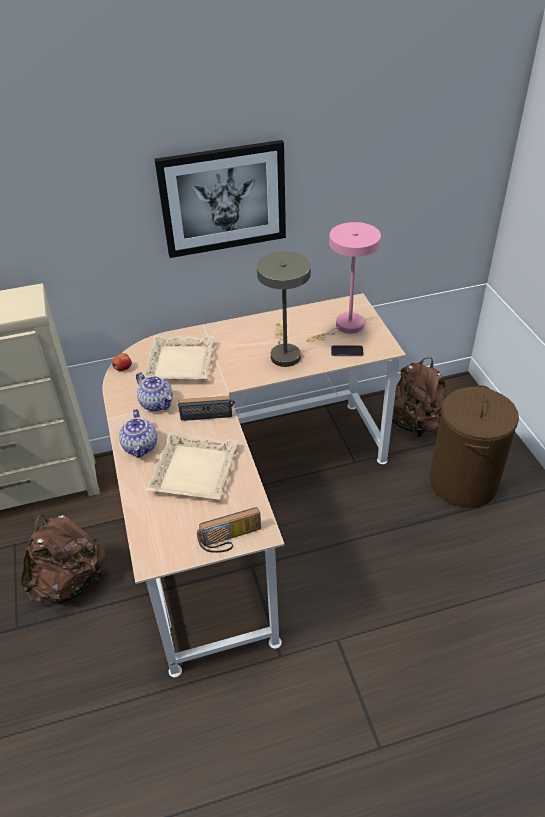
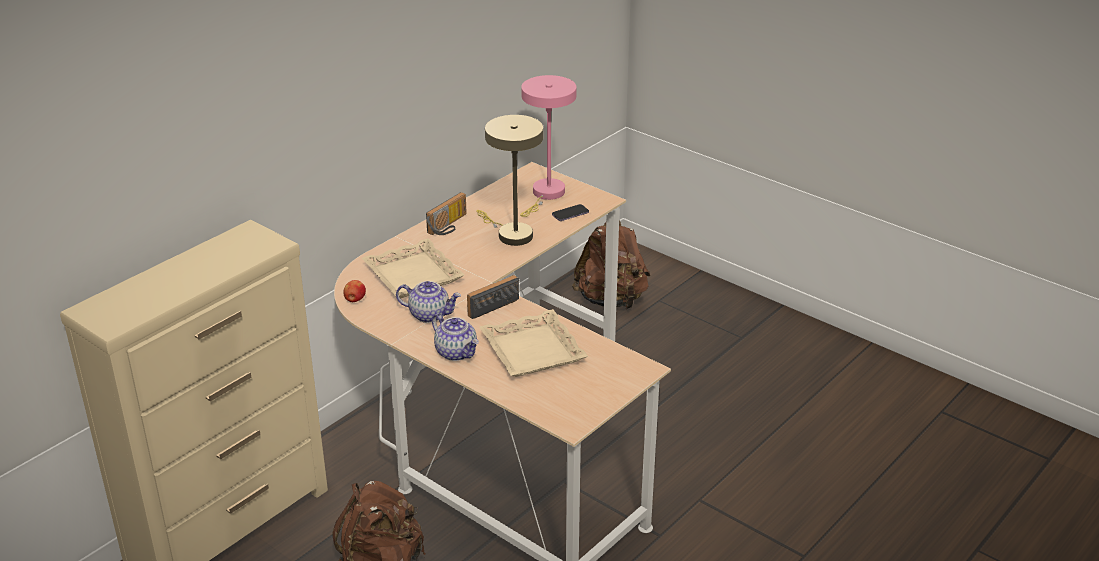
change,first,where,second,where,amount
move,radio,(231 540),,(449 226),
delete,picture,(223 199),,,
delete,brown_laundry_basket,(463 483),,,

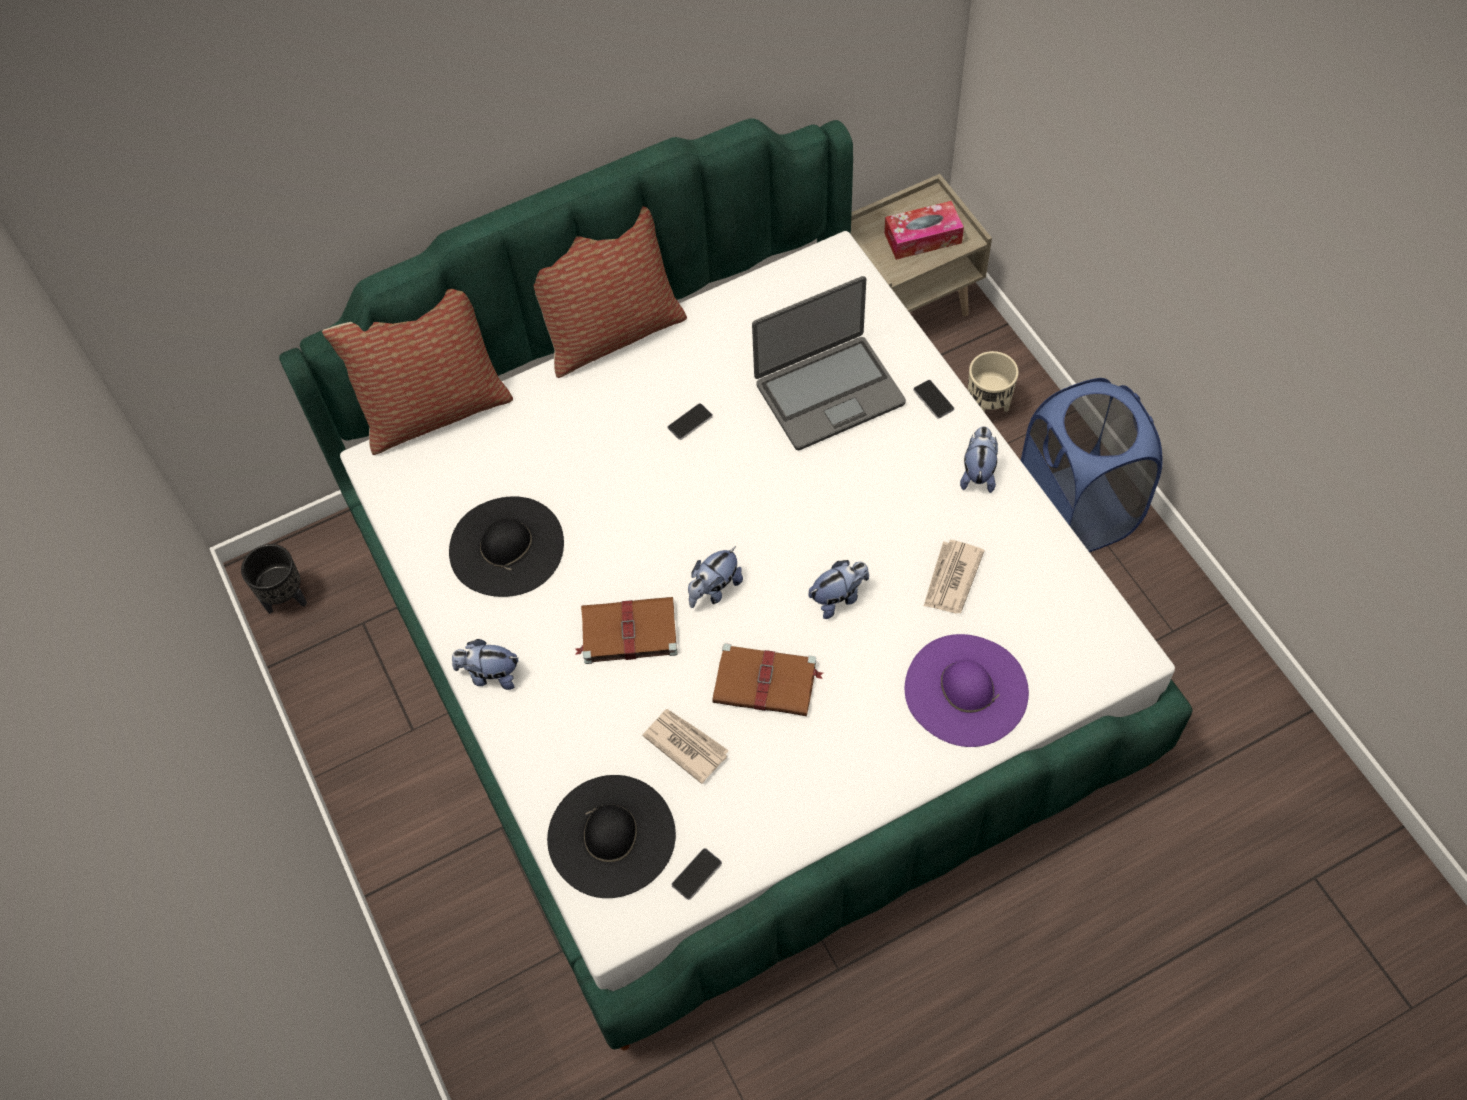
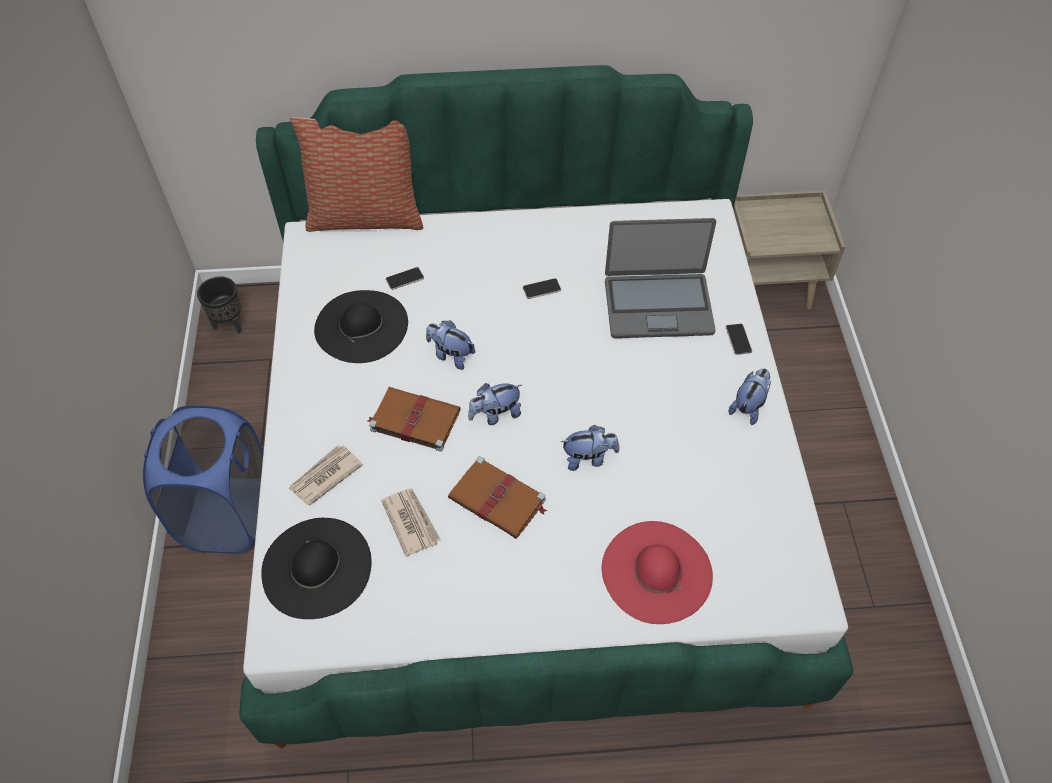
change,first,where,second,where,amount
move,blue_laundry_basket,(1076 511),,(229 515),
move,newspaper,(951 579),,(324 476),
move,phone,(696 874),,(405 279),
move,plush_toy,(490 675),,(451 355),
recolor,purple_hat,(966 690),red_hat,(656 571),
delete,pillow,(611 331),,,
delete,tissue_box,(922 238),,,
delete,beige_planter,(986 409),,,

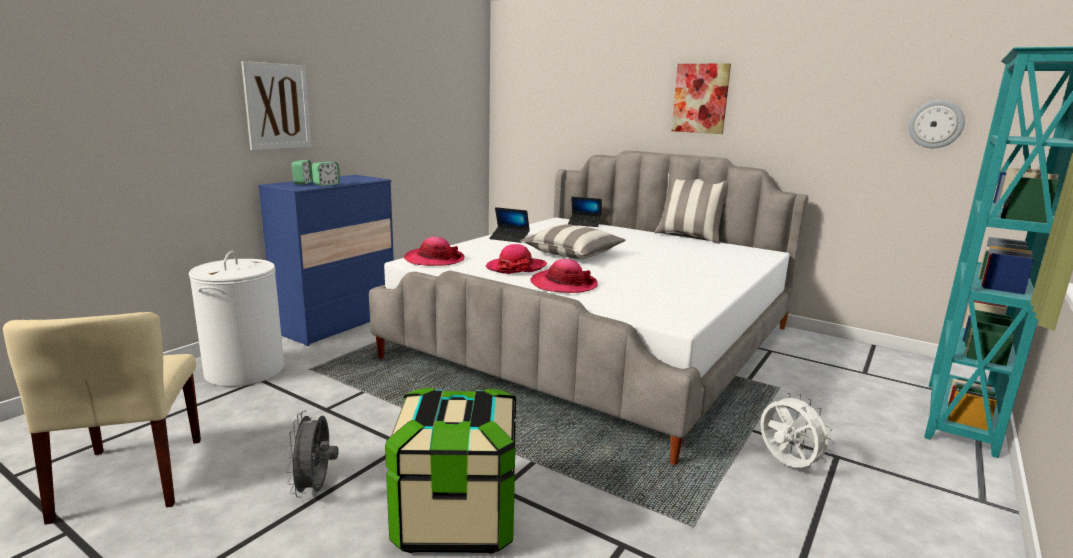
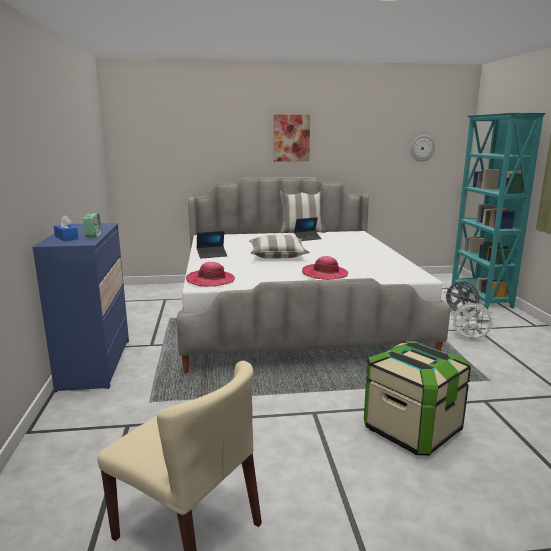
change,first,where,second,where,amount
replace,alarm_clock,(303 183),blue_tissue_box,(66 238),
move,laptop,(584 224),,(307 238),
move,grey_fan,(315 489),,(460 314),
delete,white_laundry_basket,(244 370),,,
delete,picture,(277 106),,,
delete,hat,(516 268),,,

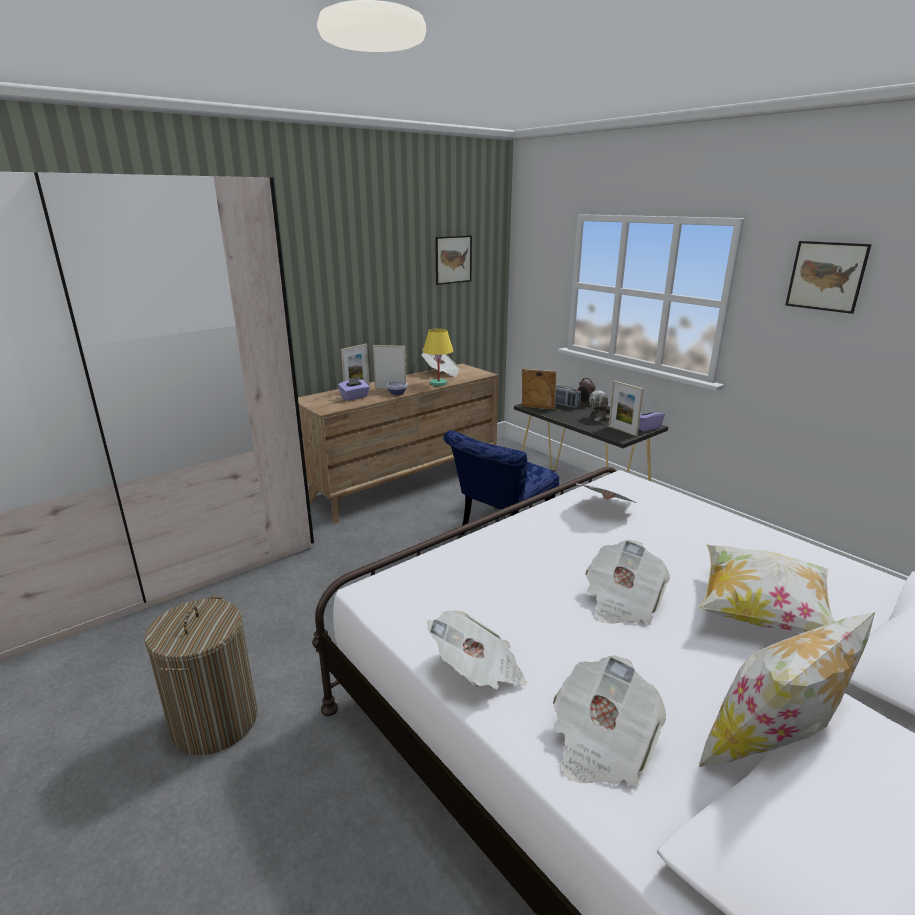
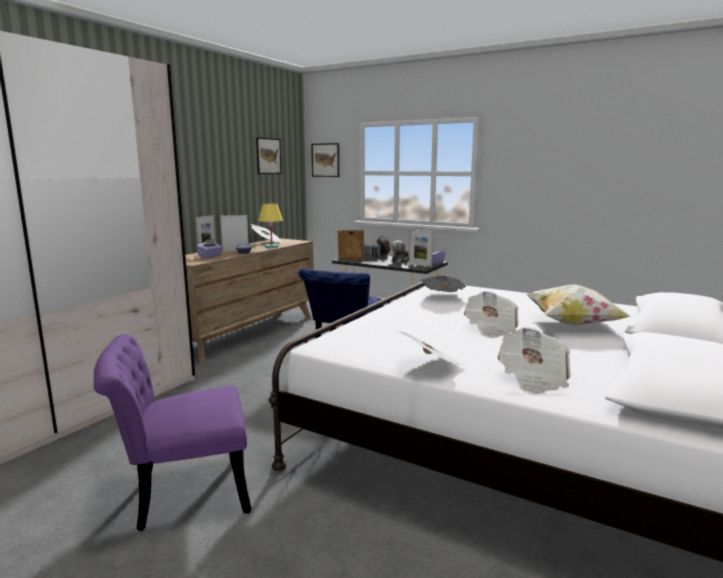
change,first,where,second,where,amount
replace,laundry_basket,(215 721),purple_chair,(181 493),
move,picture,(826 276),,(325 160),
delete,pillow,(769 746),,,

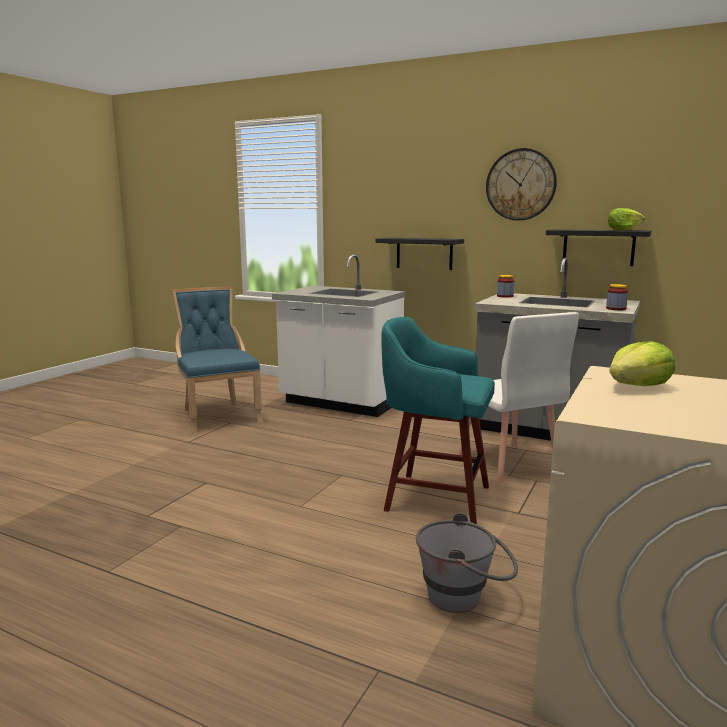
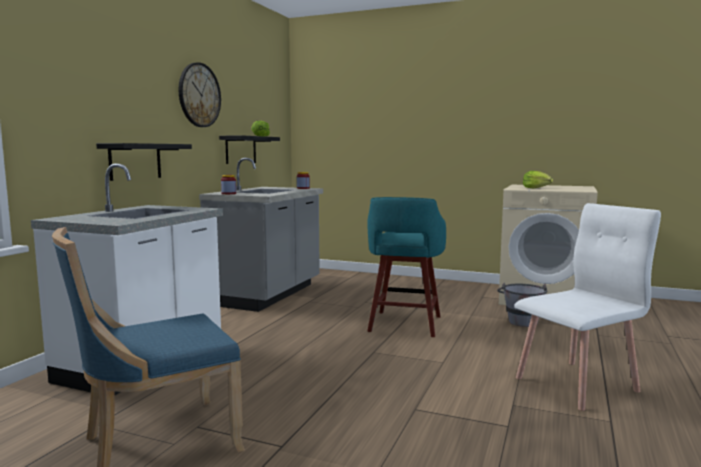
change,first,where,second,where,amount
move,white_chair,(507 462),,(577 384),

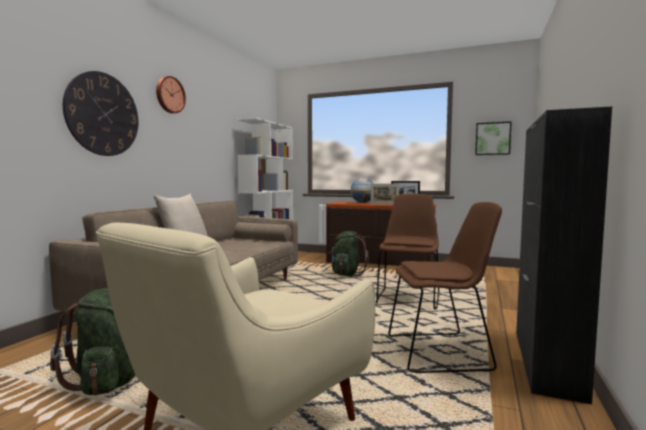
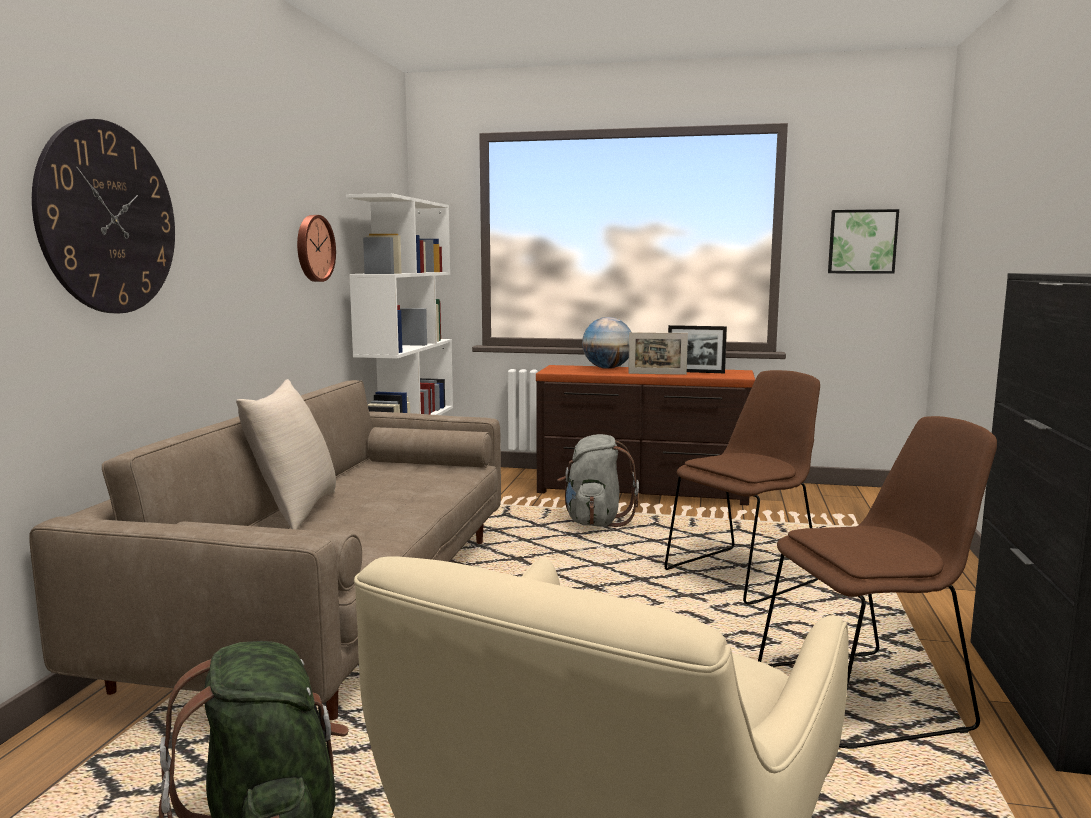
change,first,where,second,where,amount
move,wall_clock,(169 95),,(313 248),
recolor,green_backpack,(346 274),grey_backpack,(595 521),
rotate,brown_chair,(408 298),,(744 574),45 degrees clockwise

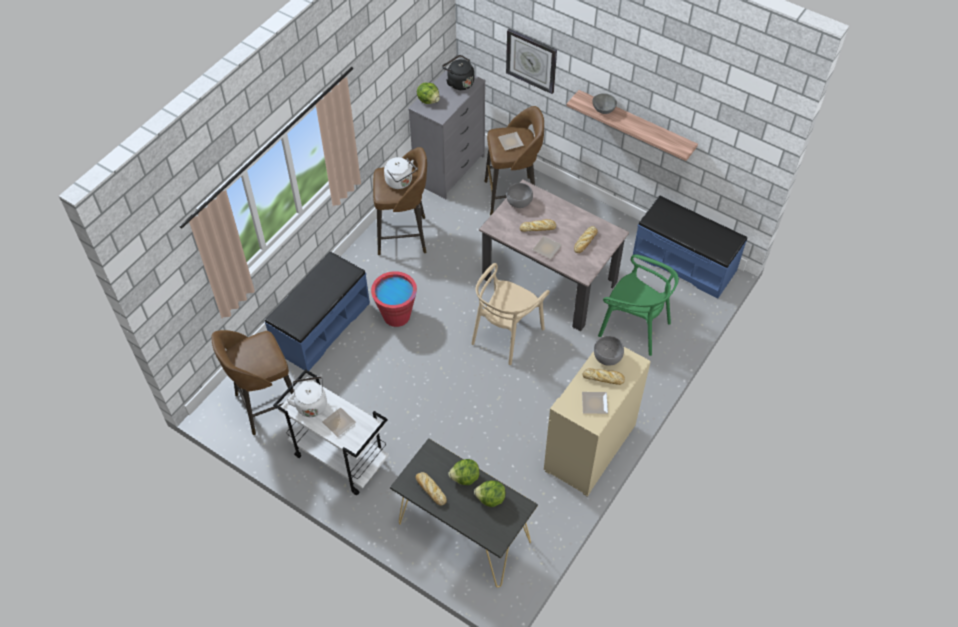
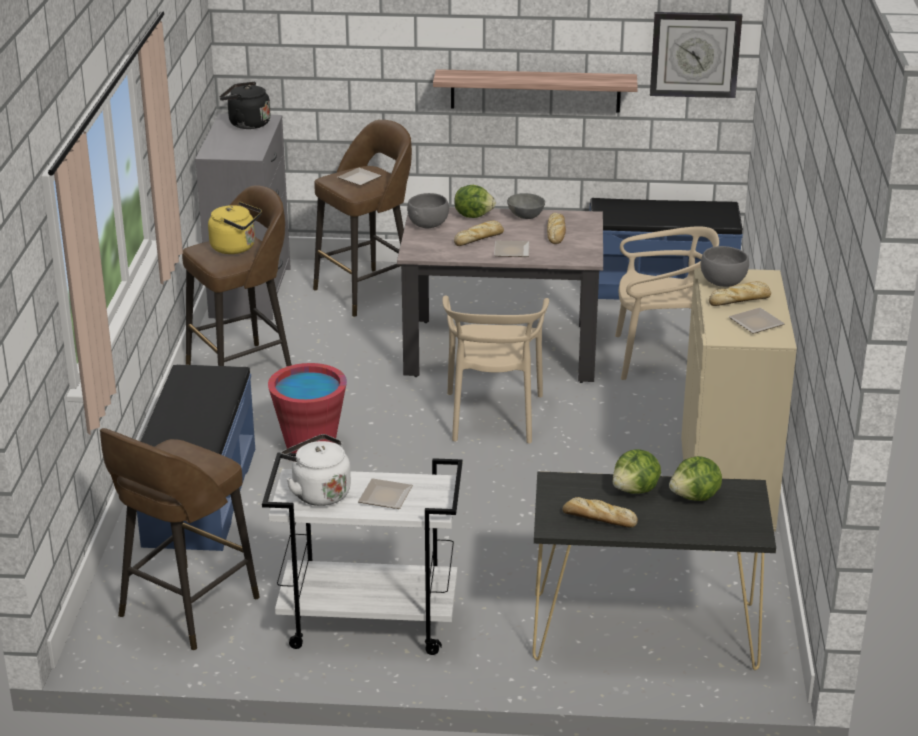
change,first,where,second,where,amount
recolor,white_kettle,(400 182),yellow_kettle,(236 247),
move,lettuce,(429 100),,(473 215),
move,grey_bowl,(603 109),,(525 216),
recolor,green_chair,(634 327),beige_chair,(660 357),
move,wall_clock,(531 60),,(695 54),

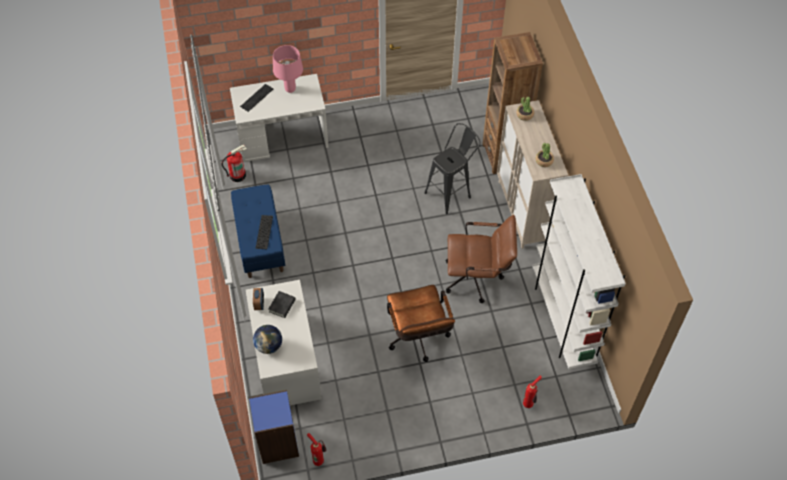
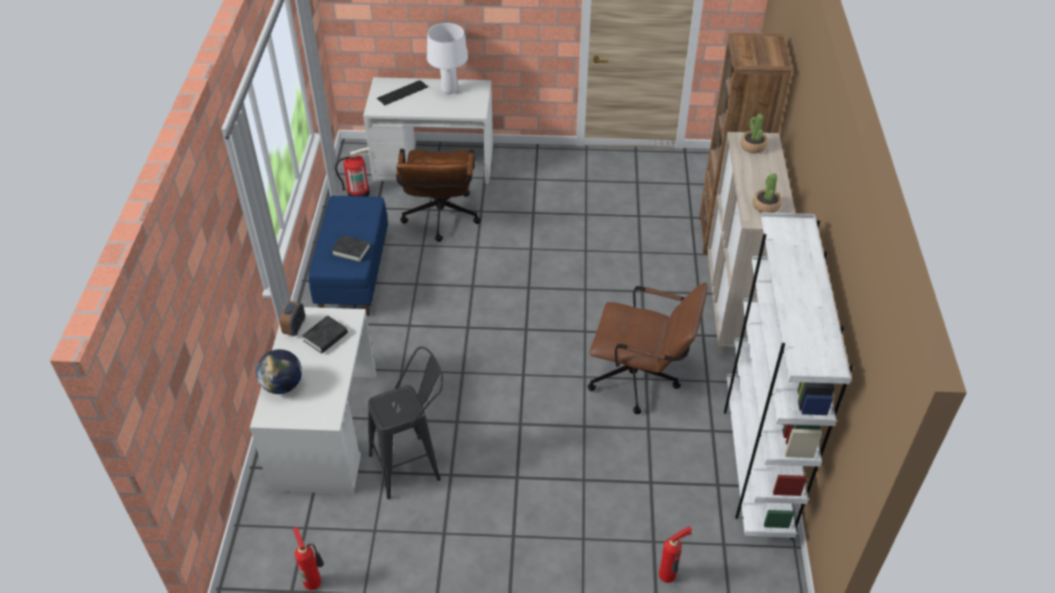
change,first,where,second,where,amount
replace,keyboard,(264 232),black_book,(351 251),
move,black_stool,(451 193),,(412 464),
move,brown_office_chair,(418 339),,(440 220),
recolor,pink_table_lamp,(290 89),white_table_lamp,(449 91),
delete,blue_bookcase,(277 443),,,

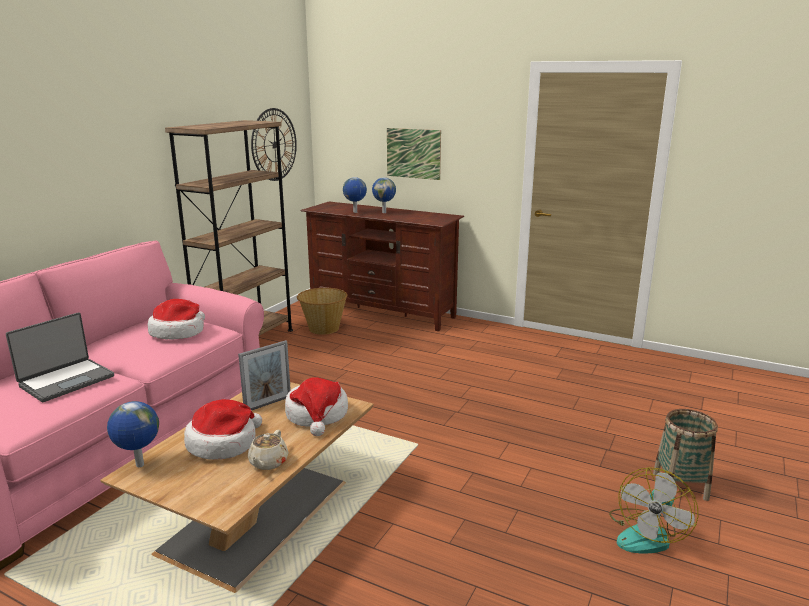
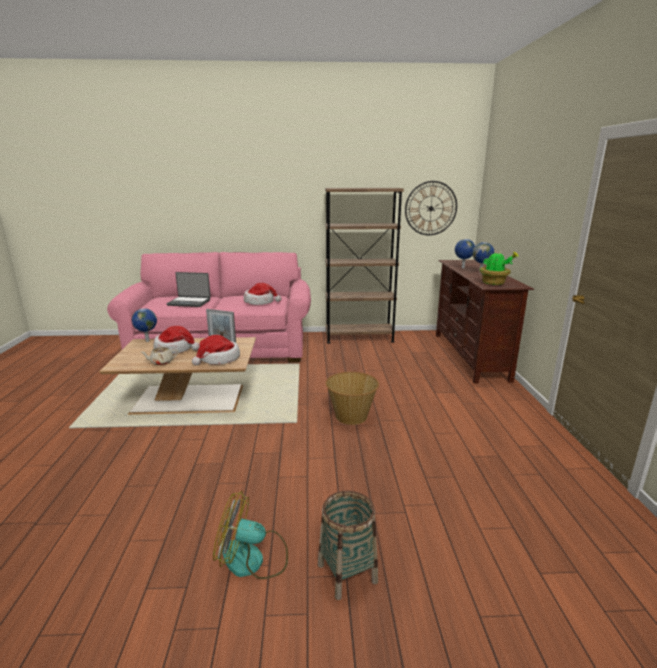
change,first,where,second,where,amount
move,basket,(323 328),,(351 416),
insert,,,potted_plant,(494 283),
delete,picture,(413 153),,,

